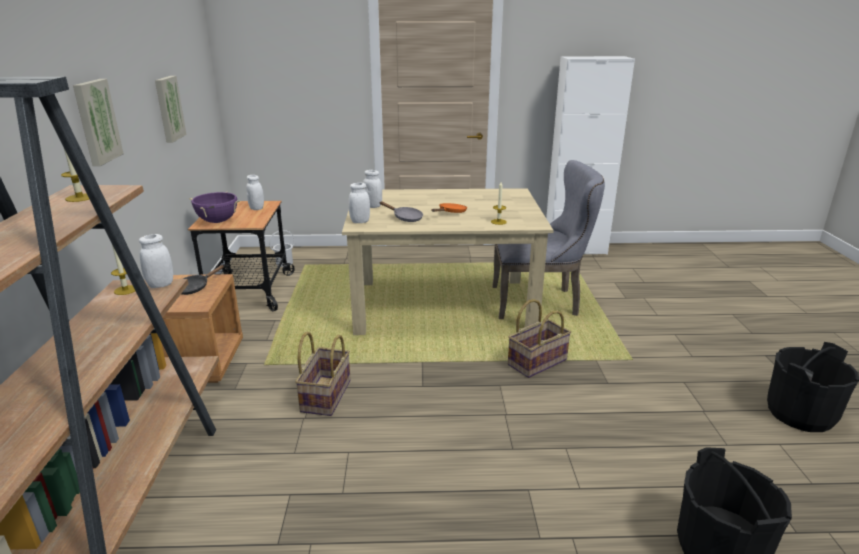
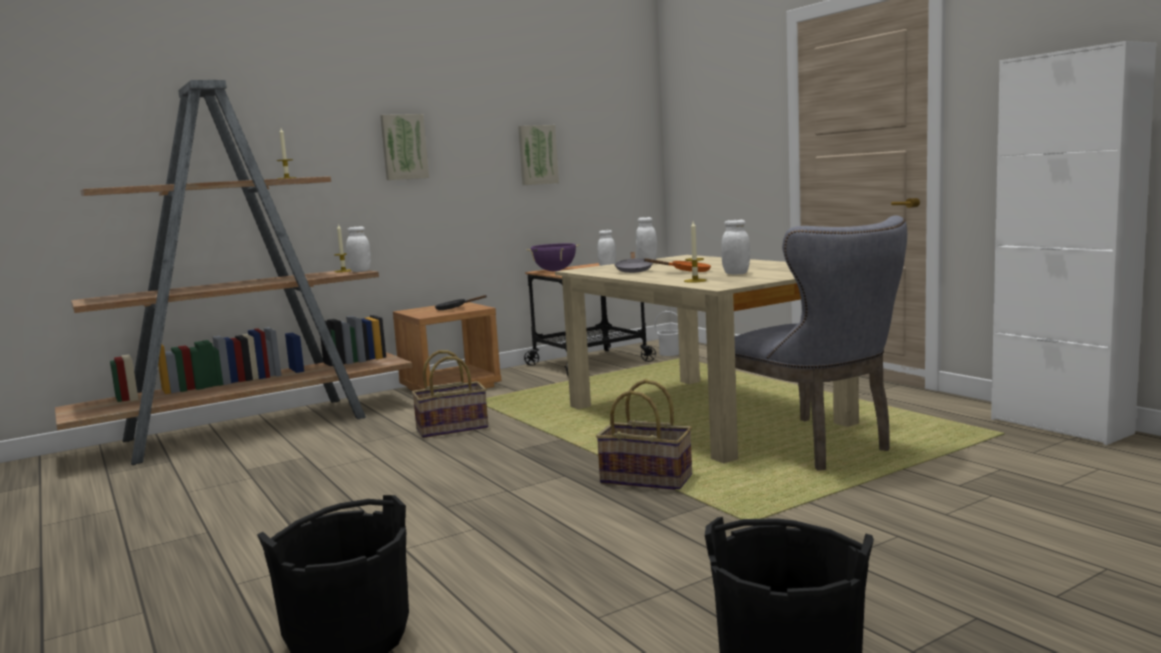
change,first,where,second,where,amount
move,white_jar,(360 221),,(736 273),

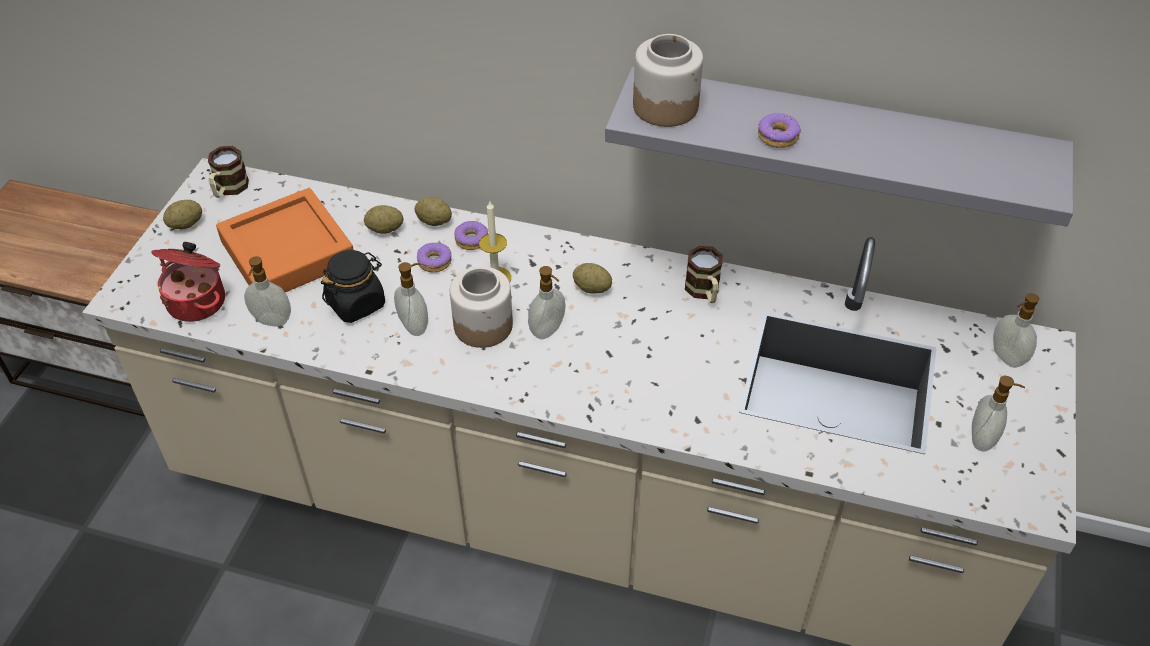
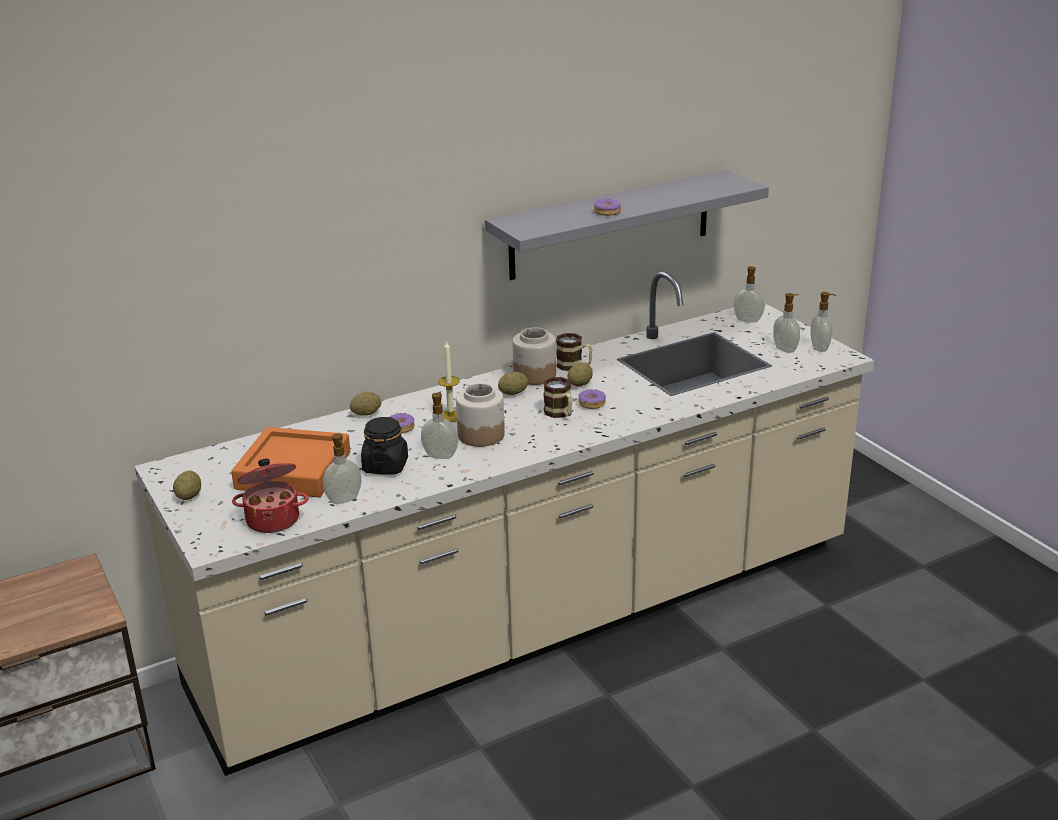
change,first,where,second,where,amount
move,jar,(665 106),,(534 375),
move,mug,(229 189),,(560 414),
move,potato,(385 229),,(580 384),
move,donut,(471 240),,(591 404),
move,soap_dispenser,(548 330),,(820 348),

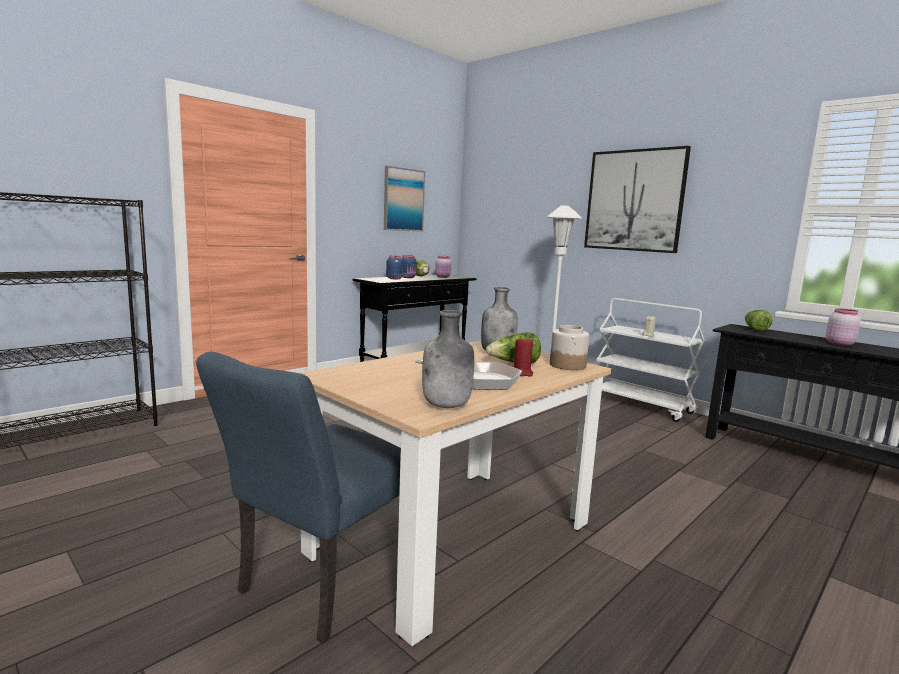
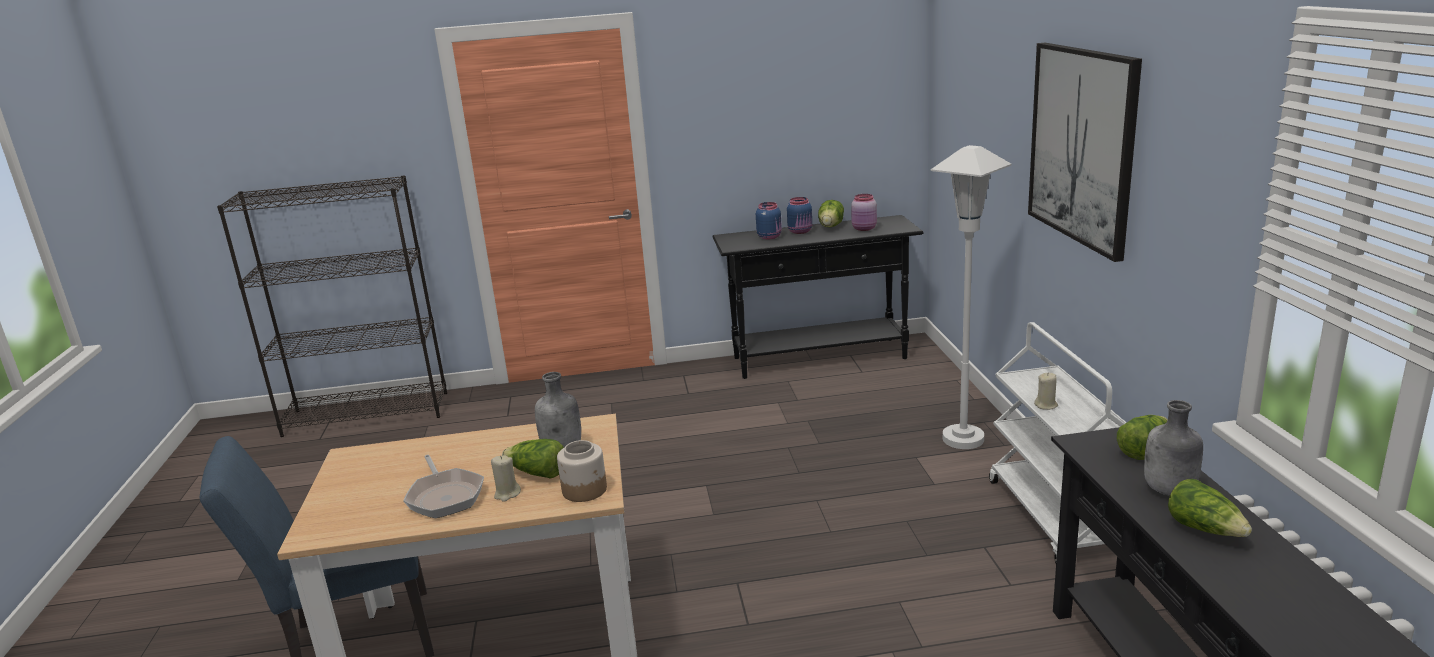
change,first,where,second,where,amount
recolor,red_candle,(522 373),beige_candle,(507 494),
move,grey_bottle,(447 406),,(1169 490),
replace,pink_jar,(838 343),lettuce,(1205 529),
delete,picture,(403 200),,,

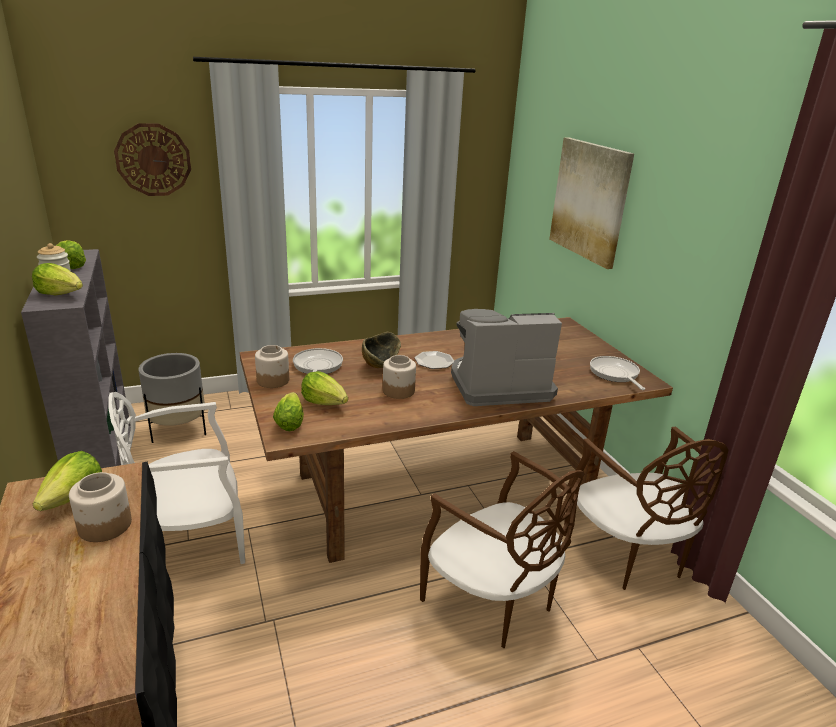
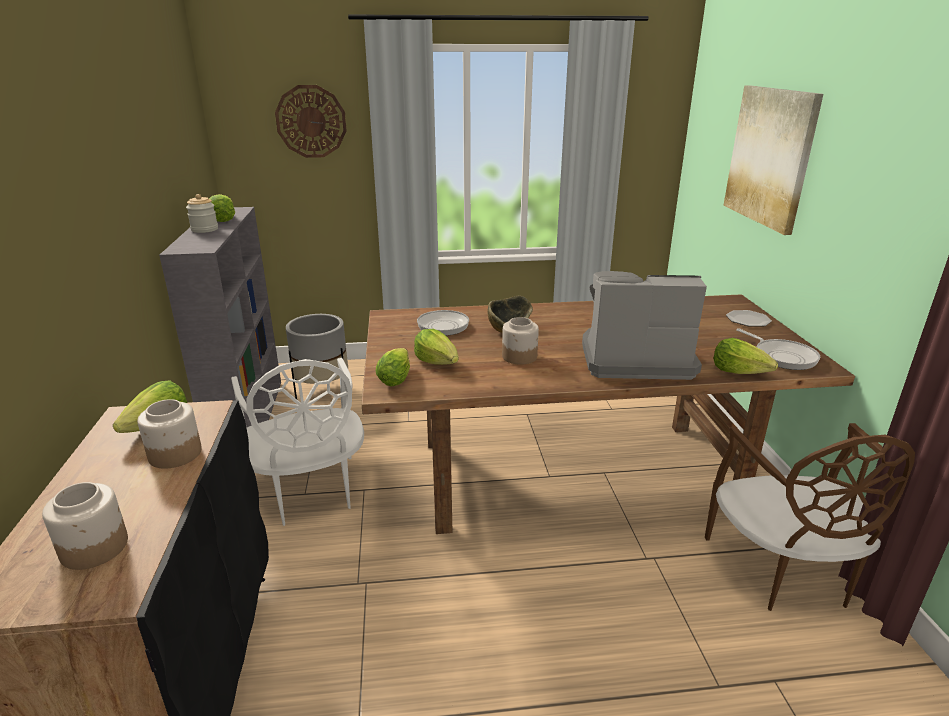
change,first,where,second,where,amount
move,jar,(273 380),,(95 547),
rotate,white_chair,(192 537),,(309 492),105 degrees counterclockwise
move,lettuce,(61 294),,(739 371),
move,plate,(434 362),,(747 320),
rotate,frying_pan,(615 374),,(782 356),150 degrees clockwise
delete,brown_chair,(493 601),,,

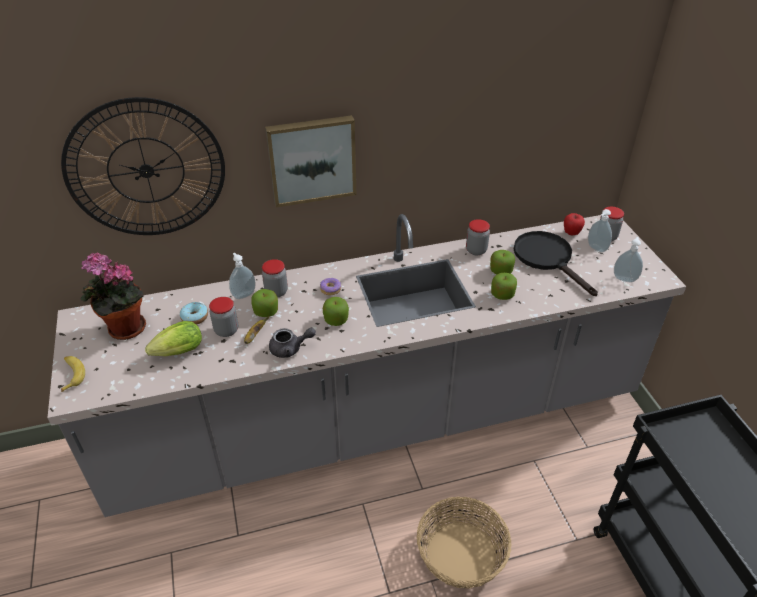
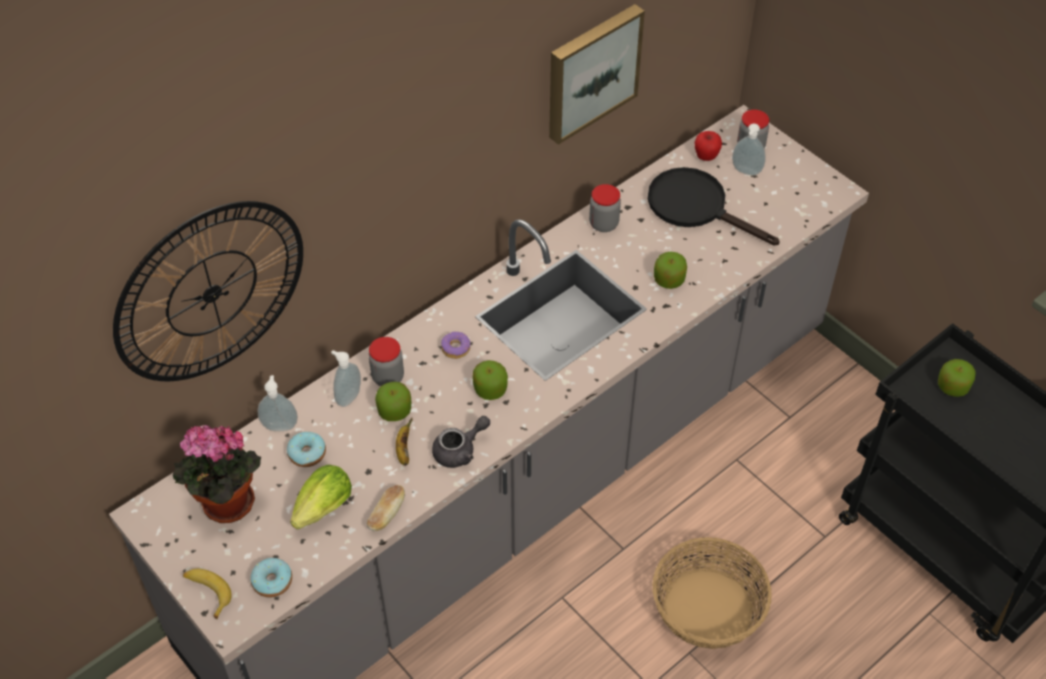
change,first,where,second,where,amount
insert,,,donut,(272 581),
move,soap_dispenser,(624 278),,(280 425),
insert,,,bread,(386 514),
move,picture,(311 159),,(591 71),
move,apple,(501 271),,(952 387),
delete,jar,(226 330),,,

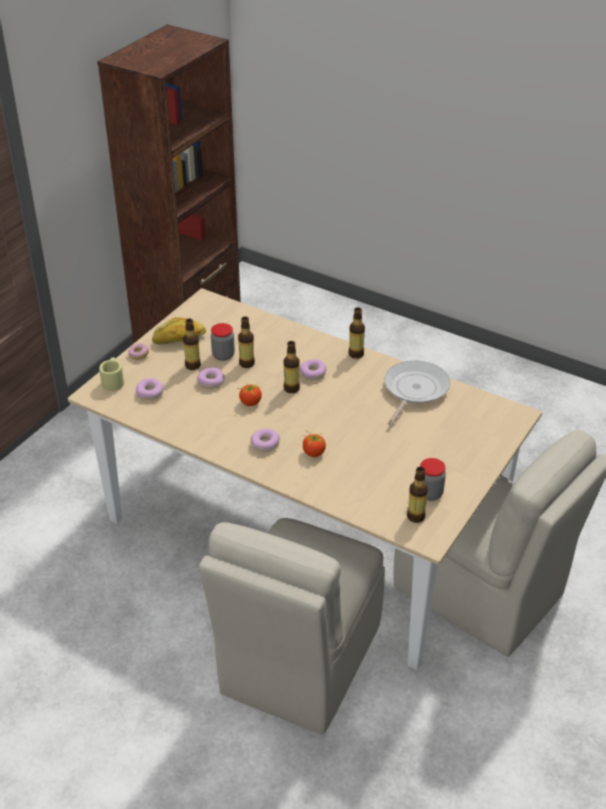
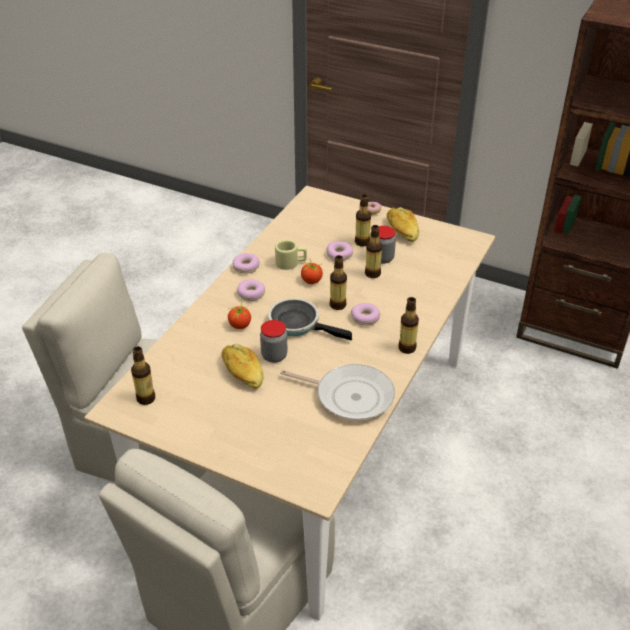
change,first,where,second,where,amount
insert,,,bread,(242 372),
move,donut,(150 393),,(246 267),
move,jar,(429 493),,(274 356),
insert,,,frying_pan,(298 324),
move,beige_mug,(113 381),,(291 263),

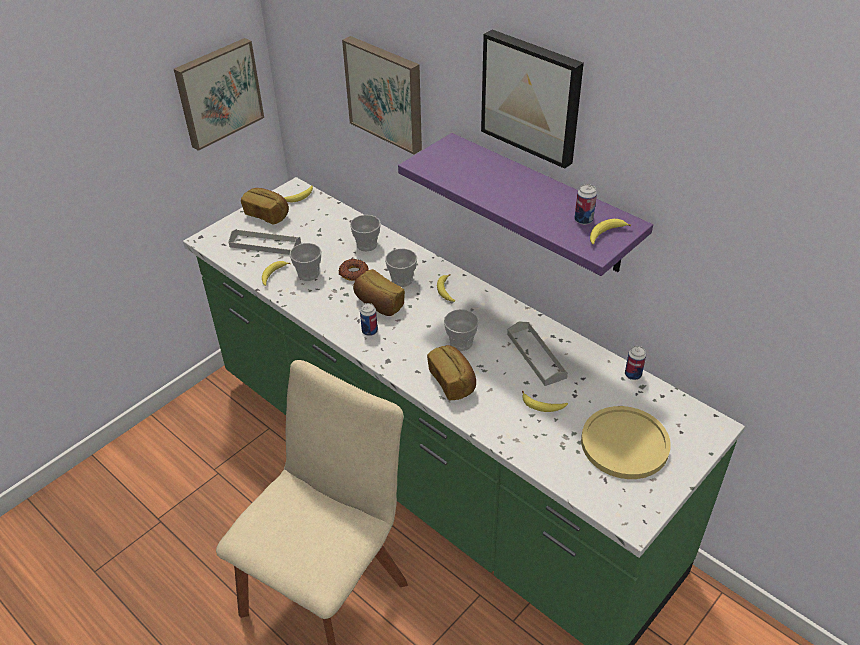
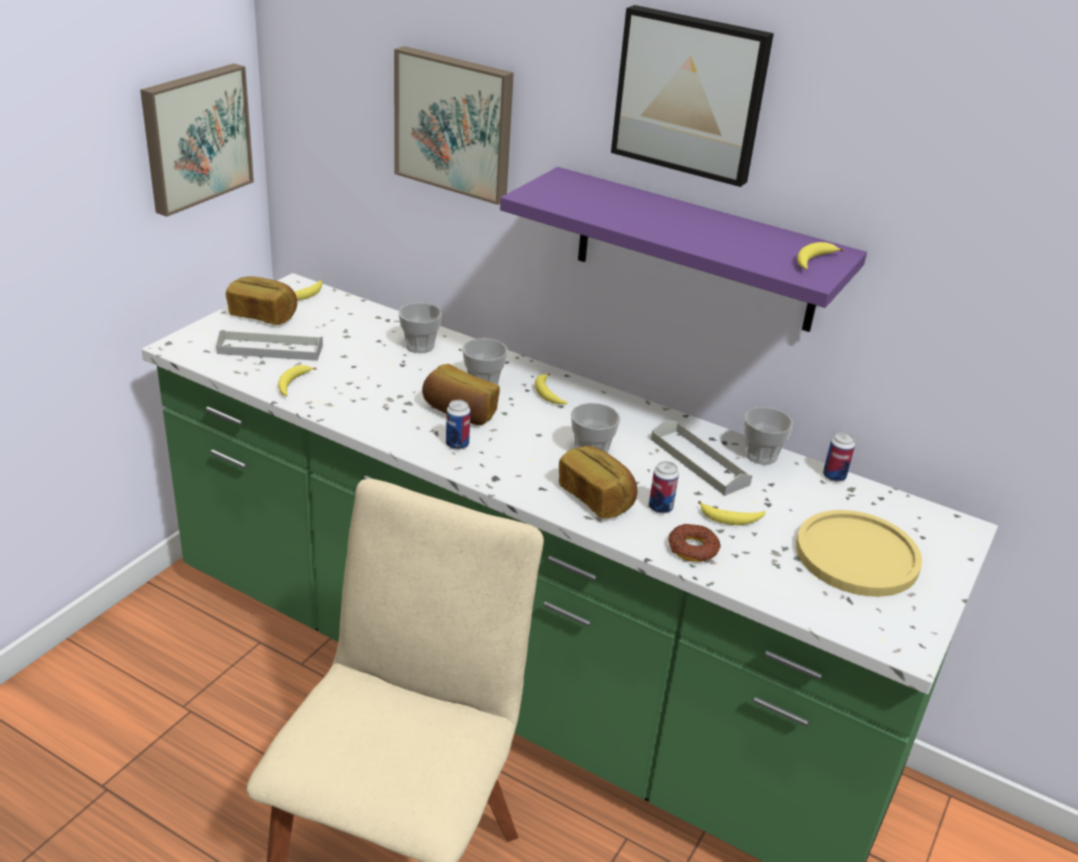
change,first,where,second,where,amount
move,can,(583 220),,(660 508),
move,donut,(353 273),,(693 548),
move,cup,(308 274),,(761 455),

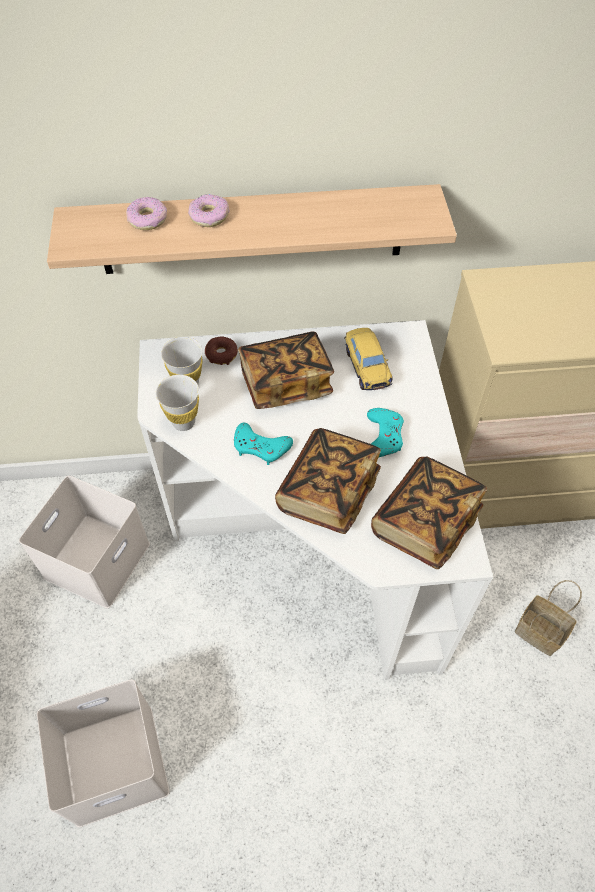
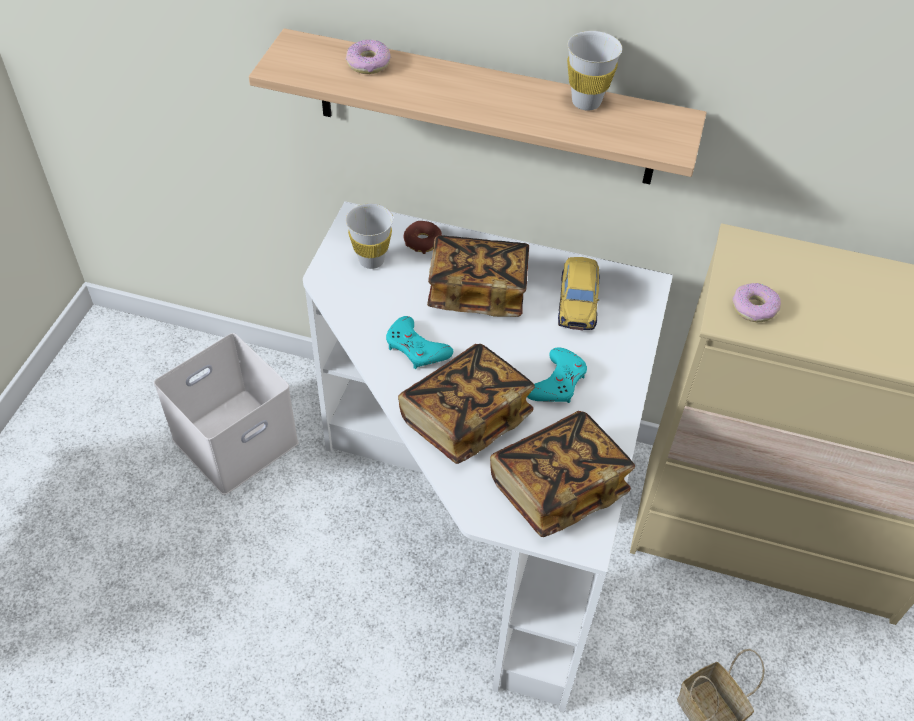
change,first,where,second,where,amount
move,white_cup,(184 422),,(586 102),
move,donut,(209 216),,(753 308),
delete,white_storage_box,(116 761),,,

